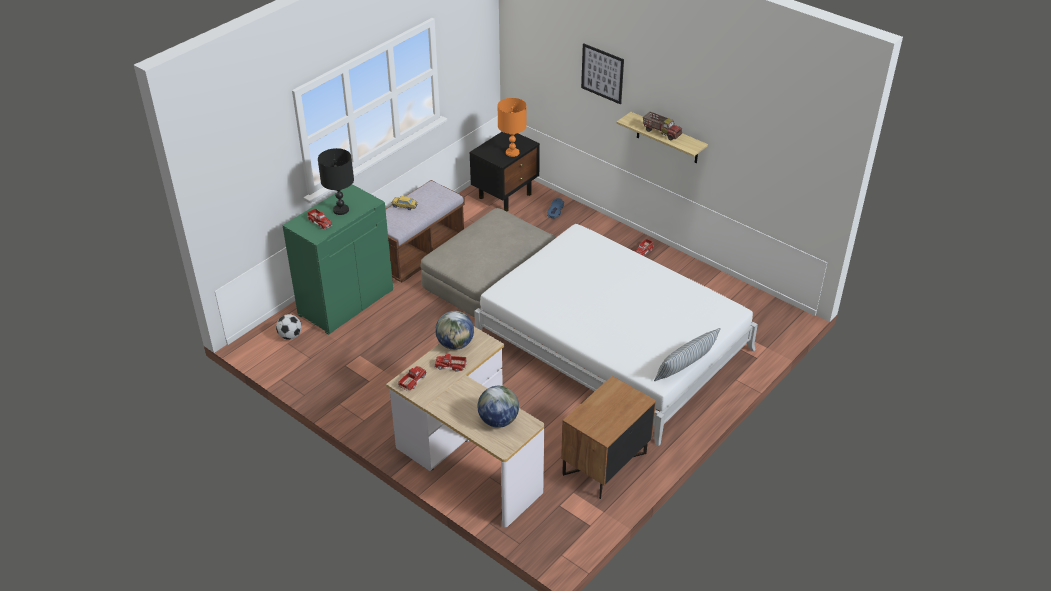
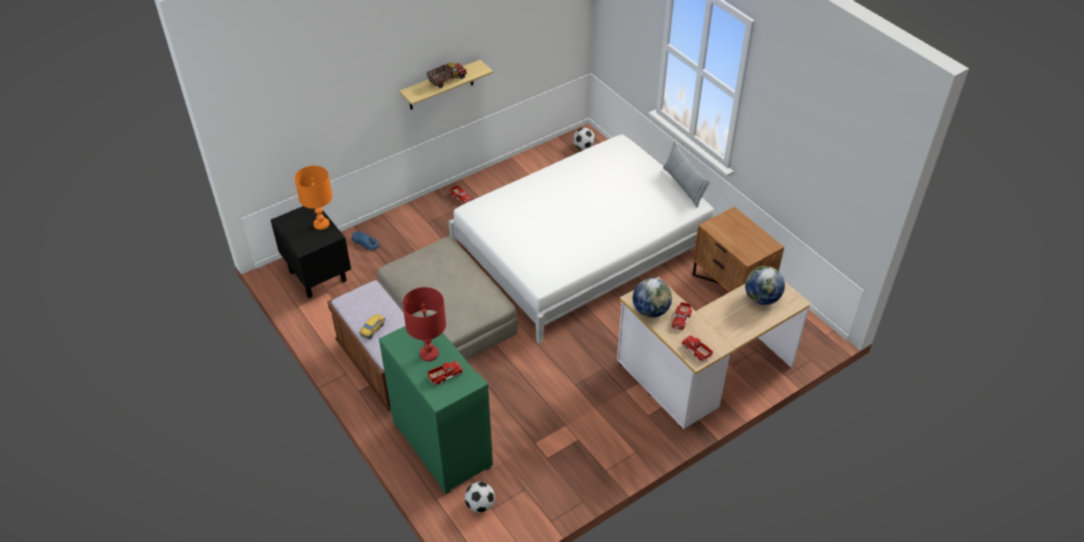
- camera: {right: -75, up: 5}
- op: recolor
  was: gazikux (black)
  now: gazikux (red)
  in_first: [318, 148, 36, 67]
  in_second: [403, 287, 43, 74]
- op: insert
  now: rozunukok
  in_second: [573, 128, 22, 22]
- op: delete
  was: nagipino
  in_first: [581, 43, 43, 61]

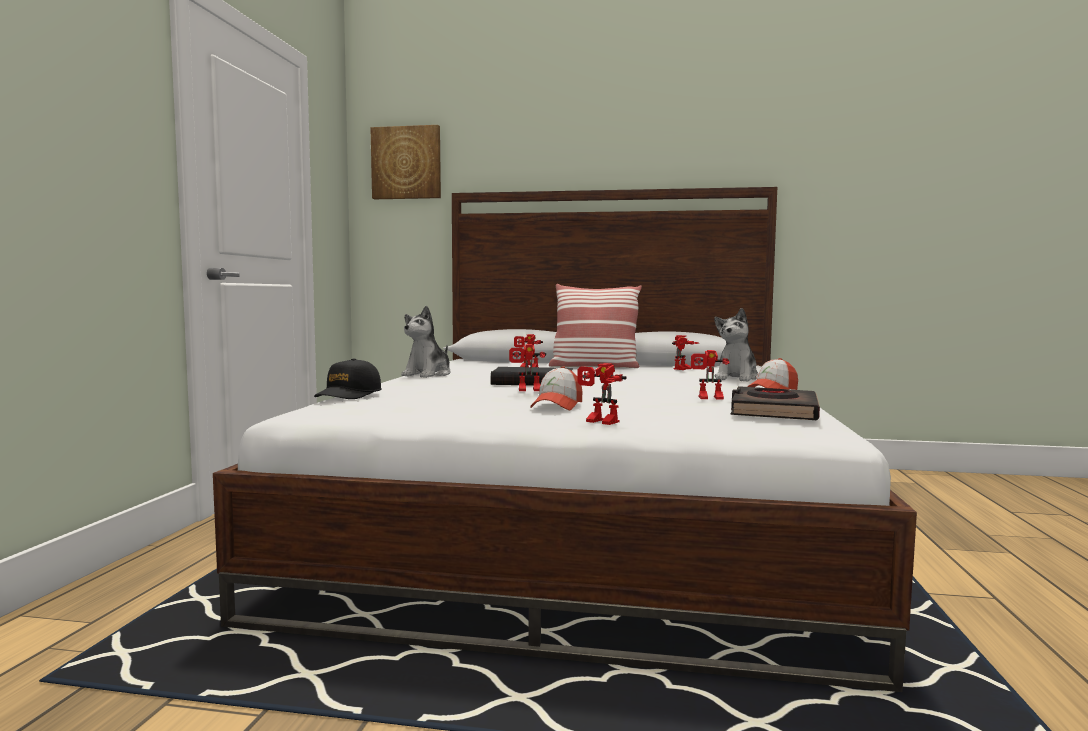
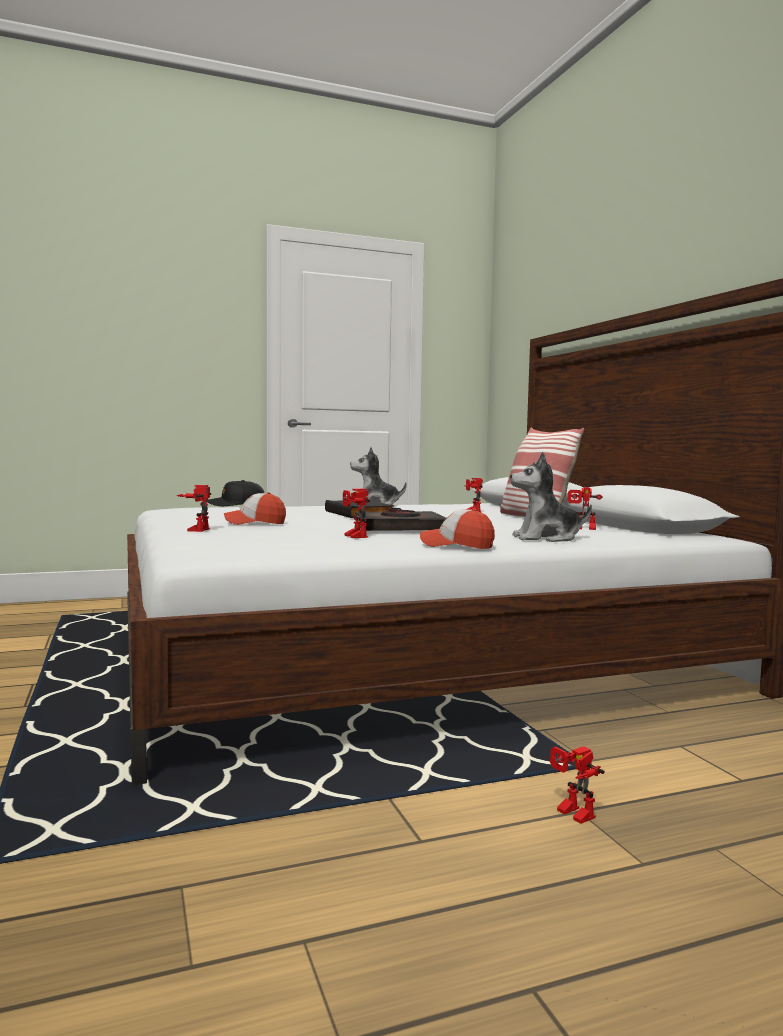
- camera: {right: 60, up: 0}
- op: move
  was: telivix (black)
  in_first: [731, 386, 89, 34]
  in_second: [355, 508, 91, 23]
- op: move
  was: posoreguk
  in_first: [509, 344, 37, 47]
  in_second: [550, 746, 55, 78]
- op: delete
  was: nagipino
  in_first: [370, 125, 71, 74]

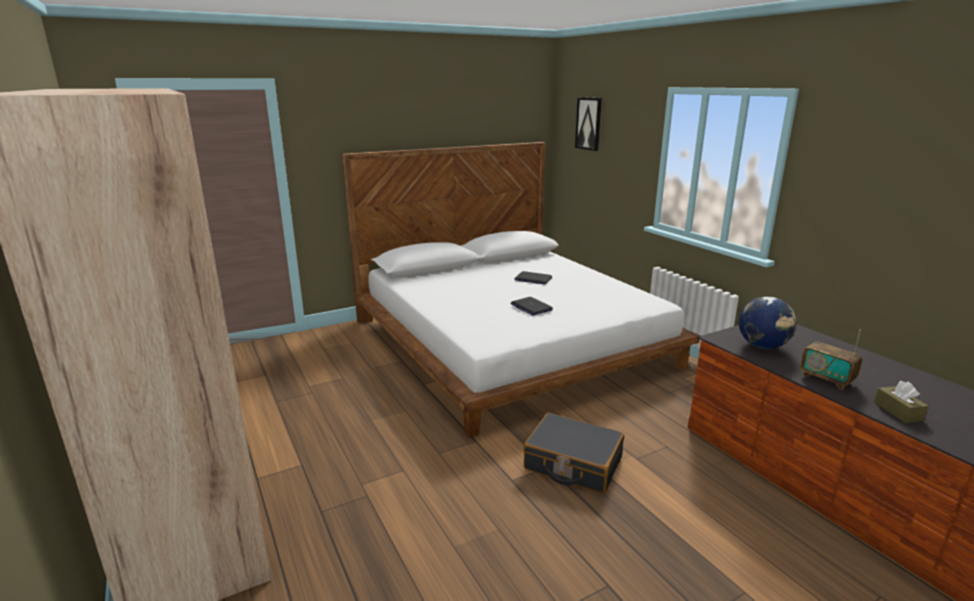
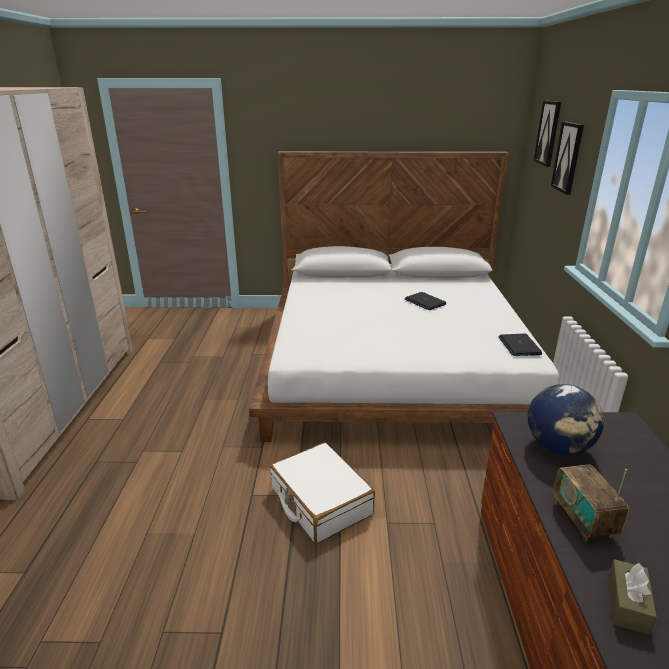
- camera: {right: 30, up: 5}
- op: recolor
  was: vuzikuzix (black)
  now: vuzikuzix (white)
  in_first: [523, 413, 101, 81]
  in_second: [270, 442, 105, 102]
- op: move
  was: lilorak
  in_first: [510, 297, 43, 19]
  in_second: [498, 334, 44, 22]
- op: insert
  now: nagipino
  in_second: [551, 121, 33, 74]

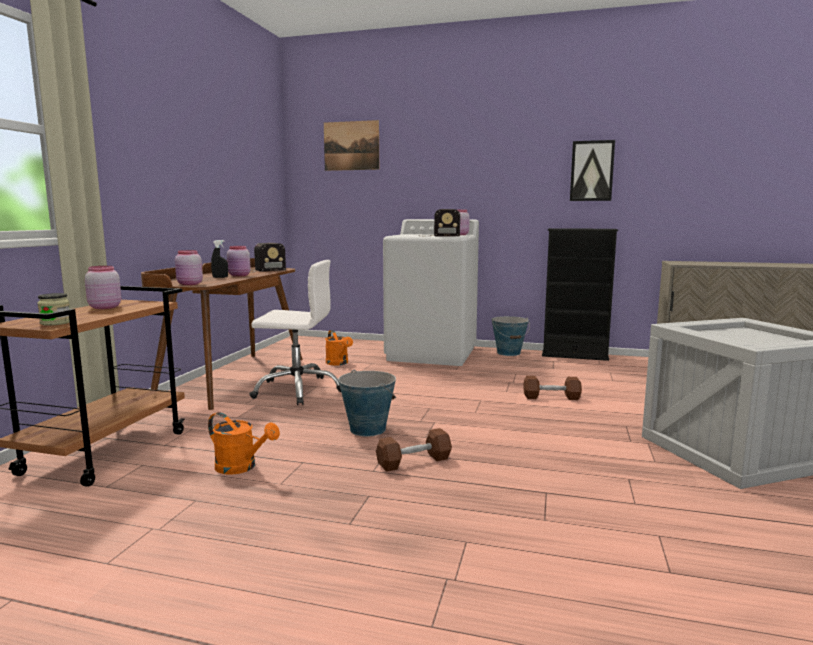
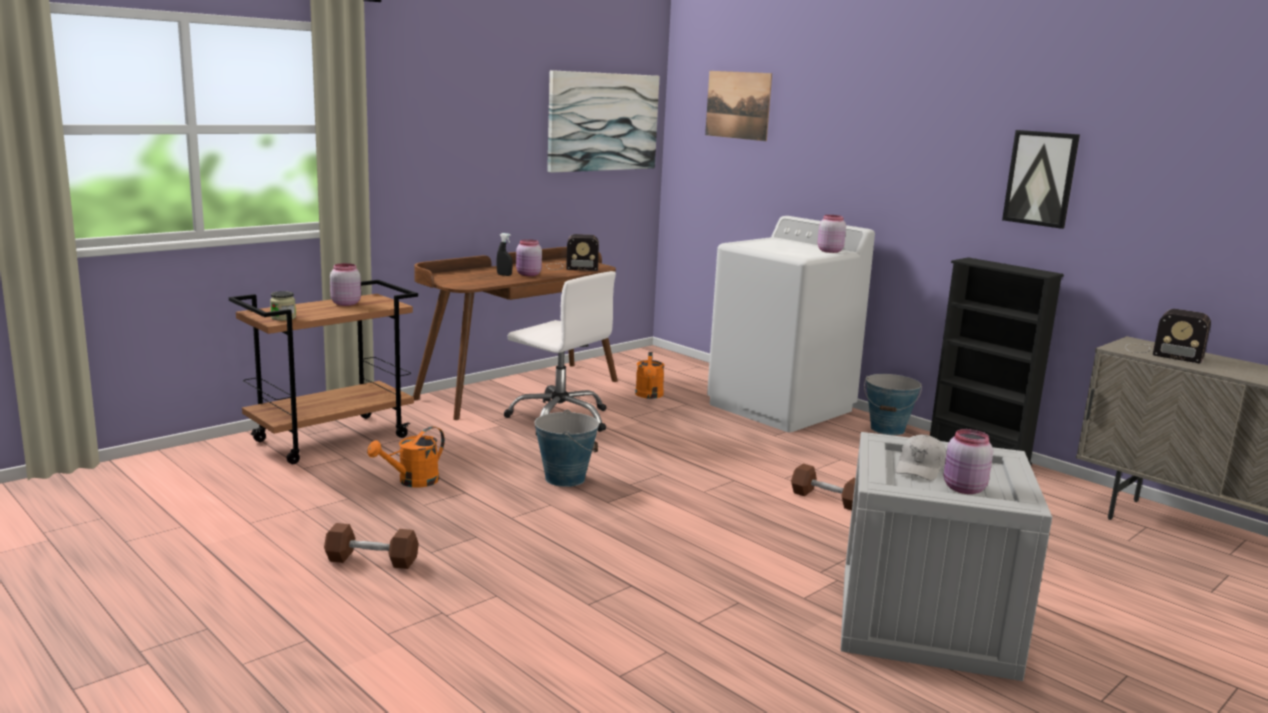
- camera: {right: 30, up: 5}
- op: move
  was: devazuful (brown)
  in_first: [376, 428, 76, 44]
  in_second: [324, 523, 95, 46]
- op: rotate
  was: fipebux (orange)
  in_first: [208, 412, 72, 63]
  in_second: [367, 426, 78, 62]
  clockwise: 75
- op: insert
  now: nagipino
  in_second: [547, 70, 113, 103]
- op: insert
  now: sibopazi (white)
  in_second: [895, 435, 51, 46]
- op: move
  was: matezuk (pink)
  in_first: [175, 250, 28, 35]
  in_second: [944, 429, 49, 65]
- op: move
  was: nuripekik
  in_first: [418, 209, 42, 27]
  in_second: [1125, 309, 86, 55]

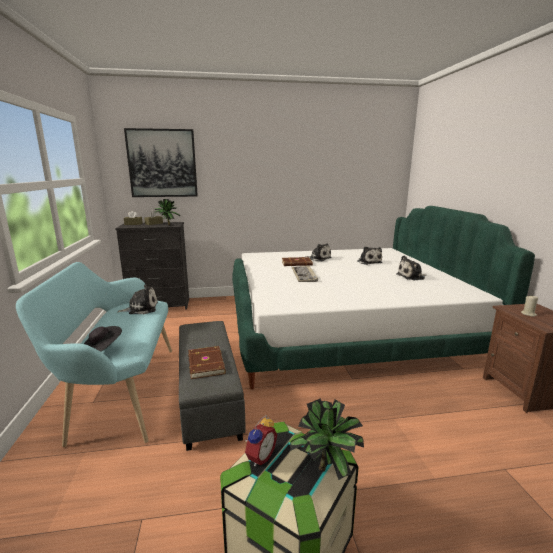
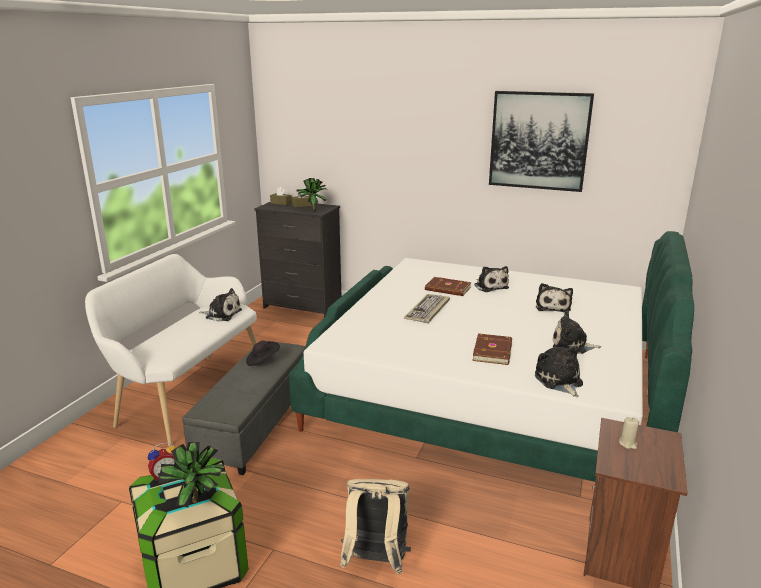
- camera: {right: 30, up: 5}
- op: recolor
  was: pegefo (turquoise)
  now: pegefo (white)
  in_first: [16, 262, 156, 185]
  in_second: [85, 254, 172, 192]
- op: move
  was: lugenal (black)
  in_first: [84, 326, 38, 26]
  in_second: [246, 341, 34, 25]
- op: insert
  now: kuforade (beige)
  in_second: [340, 479, 71, 96]
- op: move
  was: telivix (brown)
  in_first: [188, 346, 38, 33]
  in_second: [472, 333, 40, 32]
- op: move
  was: nagipino
  in_first: [124, 128, 74, 69]
  in_second: [489, 91, 105, 101]
- op: insert
  now: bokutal
  in_second: [535, 346, 48, 51]

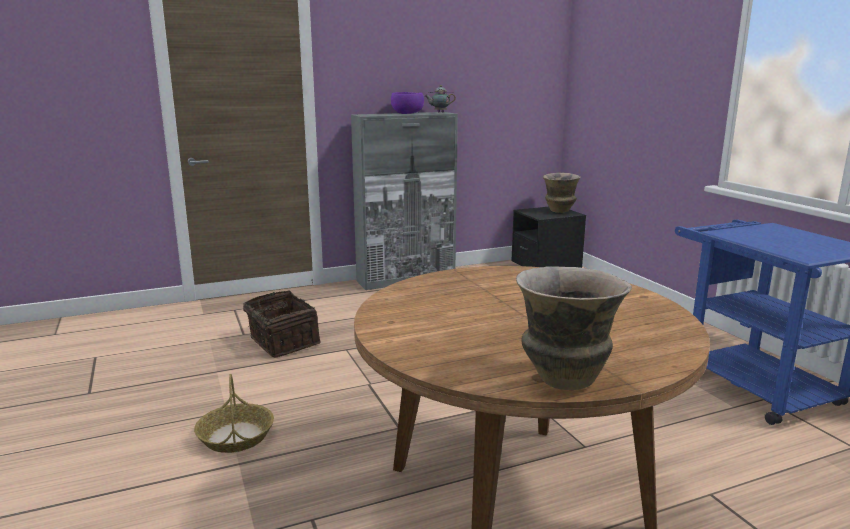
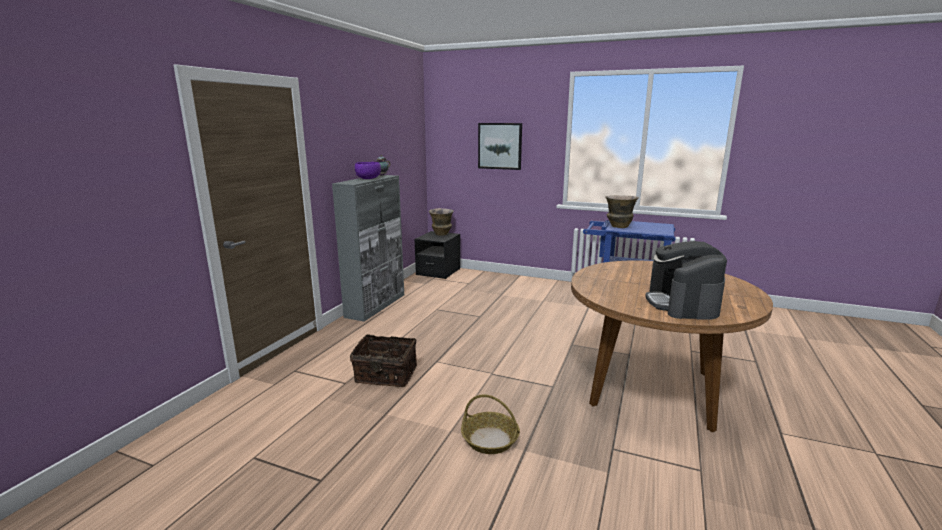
- camera: {right: -45, up: 0}
- op: insert
  now: nagipino
  in_second: [478, 123, 44, 47]
- op: move
  was: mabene
  in_first: [516, 266, 116, 124]
  in_second: [605, 195, 34, 33]
- op: insert
  now: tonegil
  in_second: [646, 241, 81, 79]

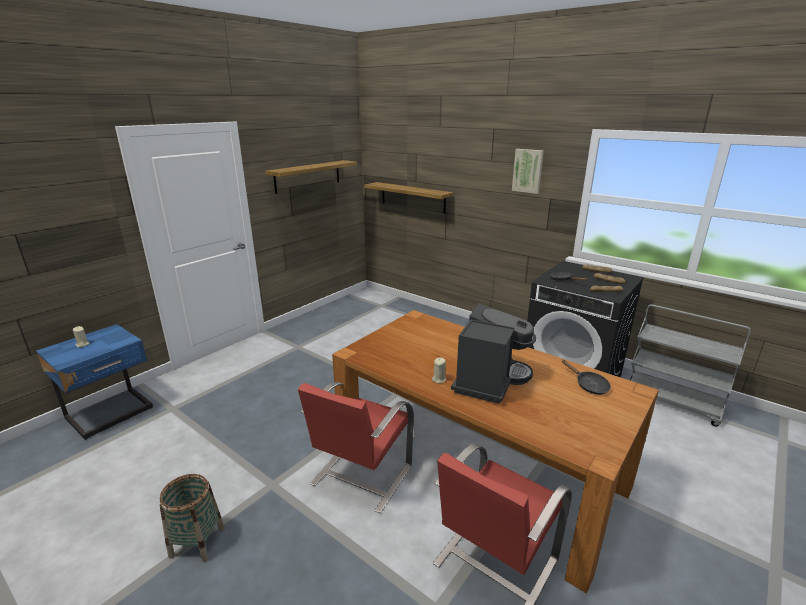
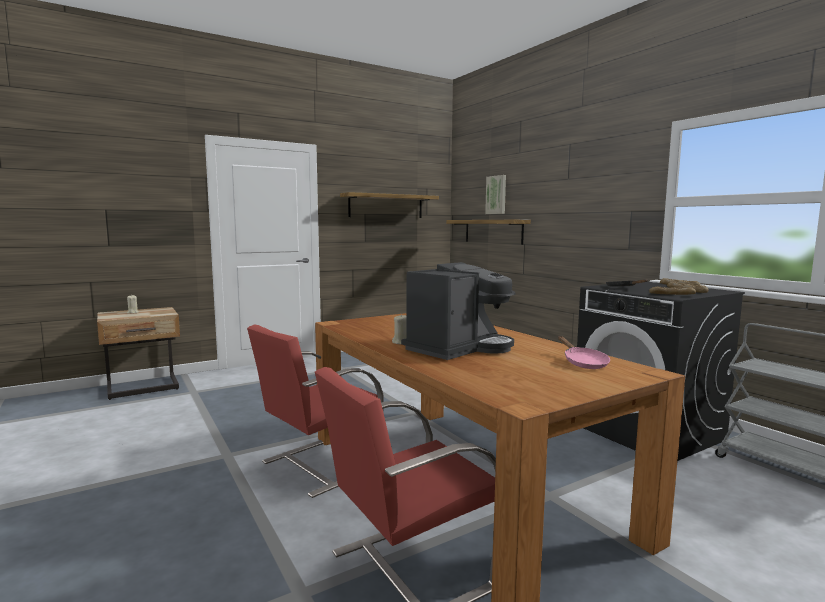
- camera: {right: 20, up: -15}
- op: recolor
  was: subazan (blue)
  now: subazan (beige)
  in_first: [36, 324, 117, 116]
  in_second: [97, 307, 83, 93]
- op: move
  was: nagipino
  in_first: [512, 149, 32, 45]
  in_second: [485, 175, 21, 39]
- op: recolor
  was: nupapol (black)
  now: nupapol (pink)
  in_first: [562, 360, 49, 35]
  in_second: [558, 336, 52, 33]
- op: delete
  was: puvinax
  in_first: [159, 474, 66, 88]

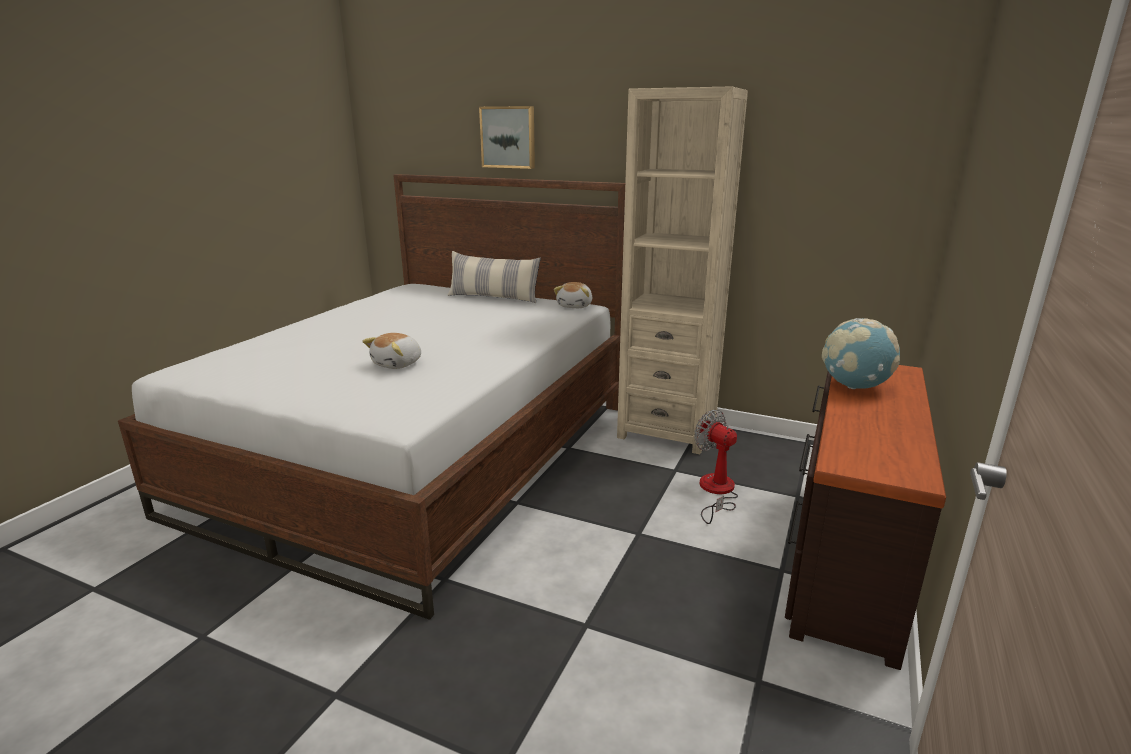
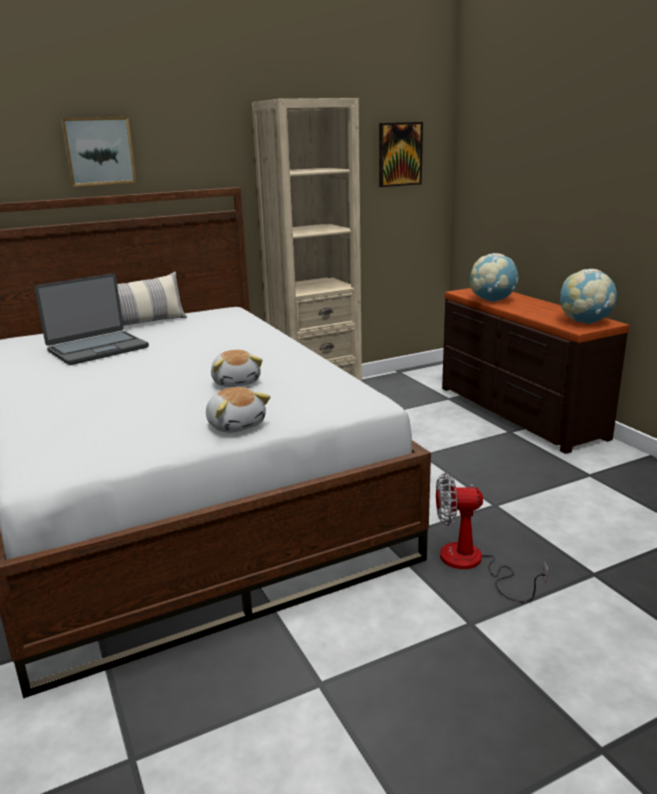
- camera: {right: -50, up: 0}
- op: insert
  now: lilorak
  in_second: [35, 273, 114, 92]
- op: move
  was: bokutal
  in_first: [554, 282, 38, 26]
  in_second: [206, 387, 64, 46]
- op: insert
  now: nagipino
  in_second: [379, 122, 44, 65]
- op: move
  was: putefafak
  in_first: [694, 410, 44, 114]
  in_second: [436, 473, 112, 129]
- op: insert
  now: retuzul
  in_second: [560, 269, 57, 55]

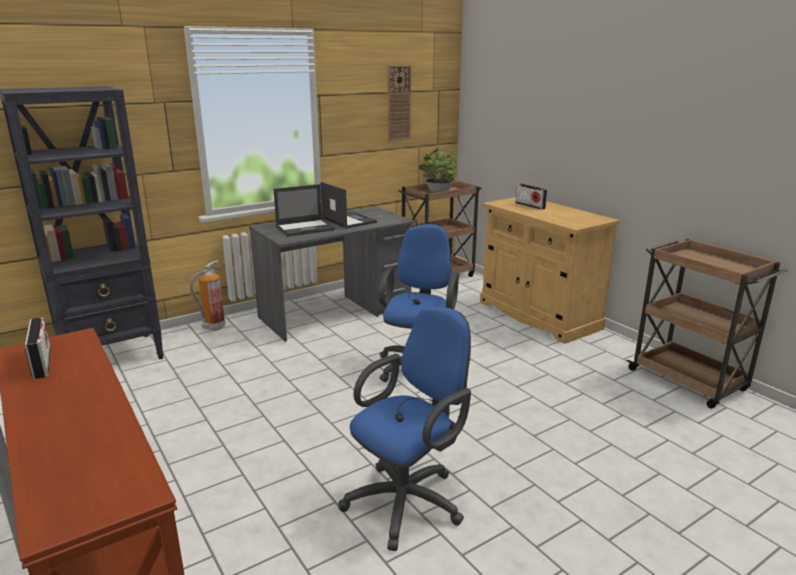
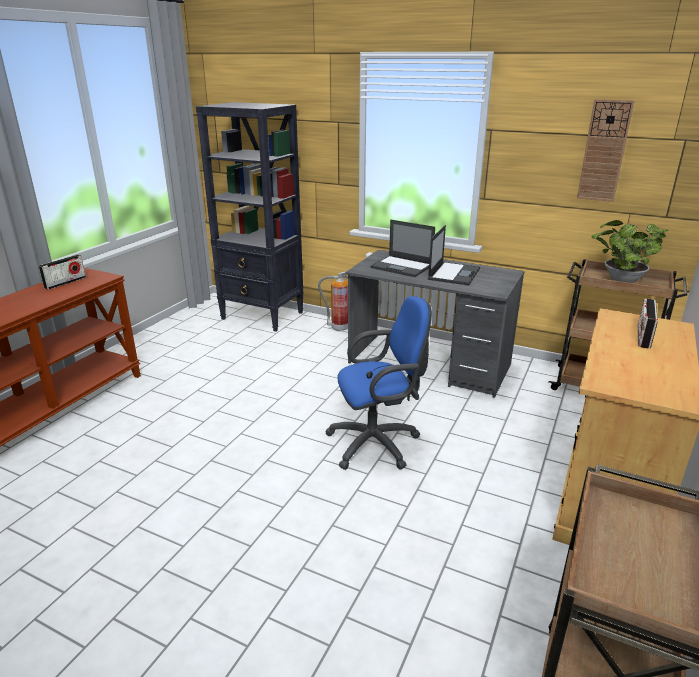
- camera: {right: 60, up: 5}
- op: delete
  was: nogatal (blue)
  in_first: [338, 307, 133, 244]

